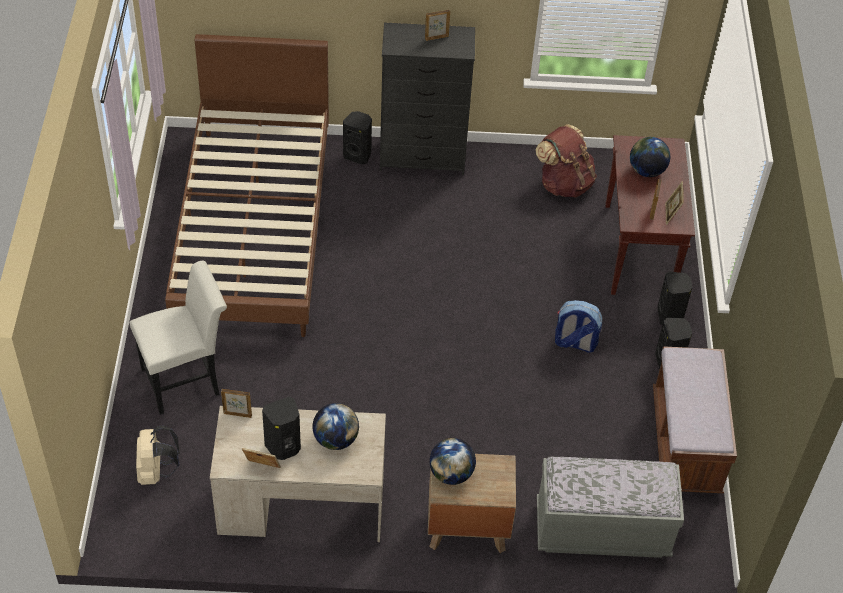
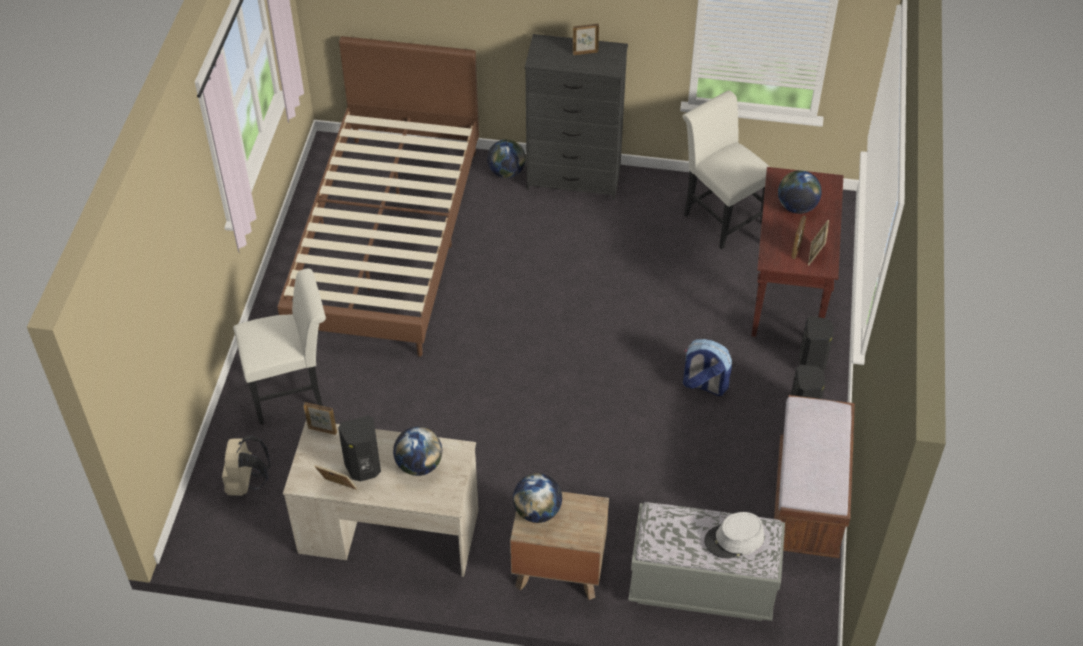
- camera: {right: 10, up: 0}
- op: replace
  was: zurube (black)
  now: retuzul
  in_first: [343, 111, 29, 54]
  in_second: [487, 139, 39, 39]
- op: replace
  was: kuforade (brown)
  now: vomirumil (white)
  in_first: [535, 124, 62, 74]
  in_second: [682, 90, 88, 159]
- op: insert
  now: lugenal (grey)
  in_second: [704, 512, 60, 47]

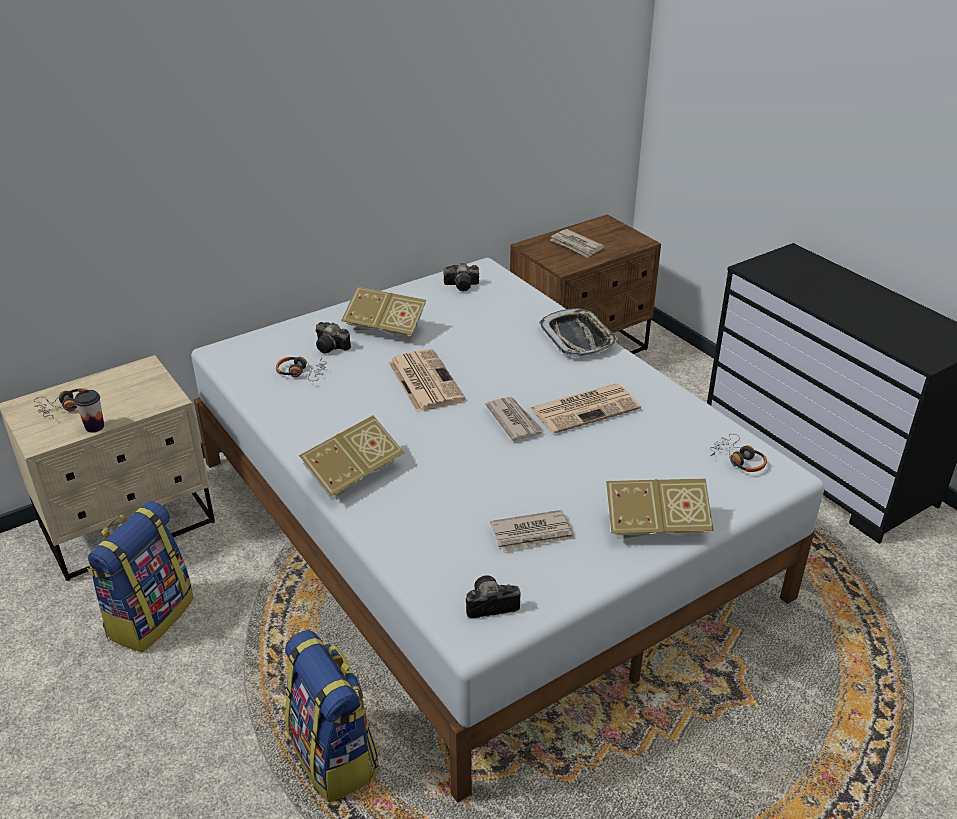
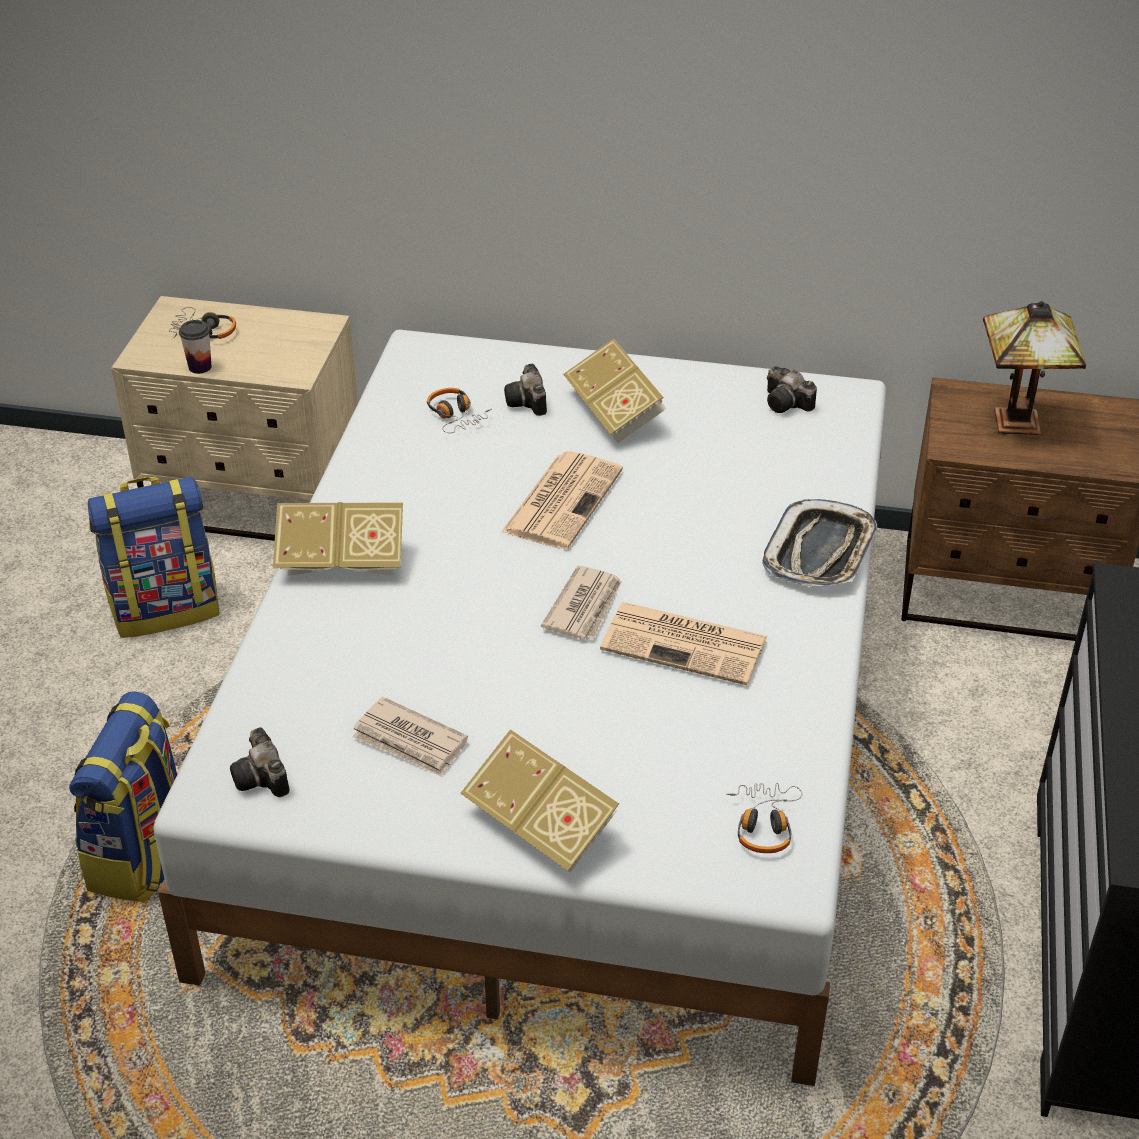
- camera: {right: 45, up: 5}
- op: rotate
  was: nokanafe
  in_first: [466, 575, 54, 43]
  in_second: [230, 727, 59, 70]
  clockwise: -150
- op: replace
  was: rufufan
  now: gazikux
  in_first: [550, 229, 54, 29]
  in_second: [983, 301, 103, 134]

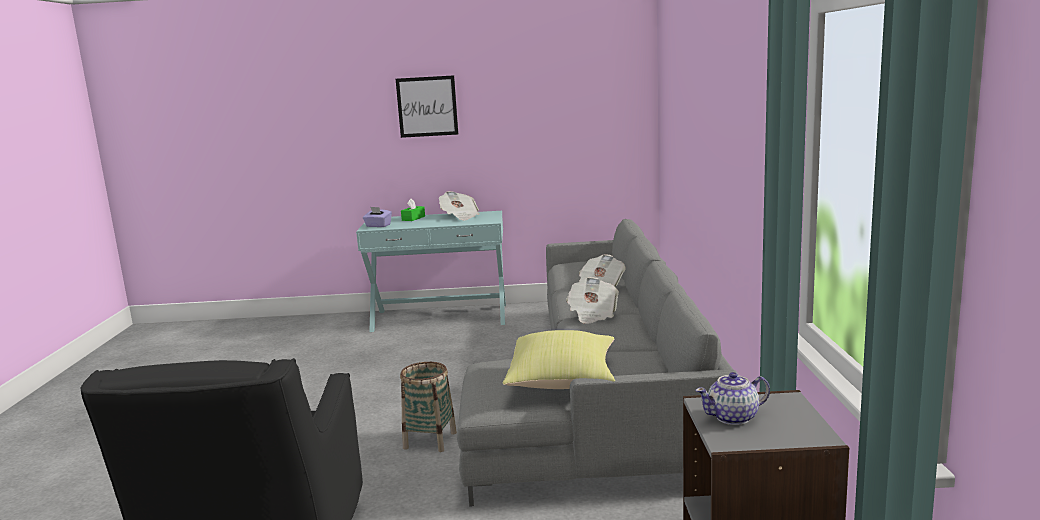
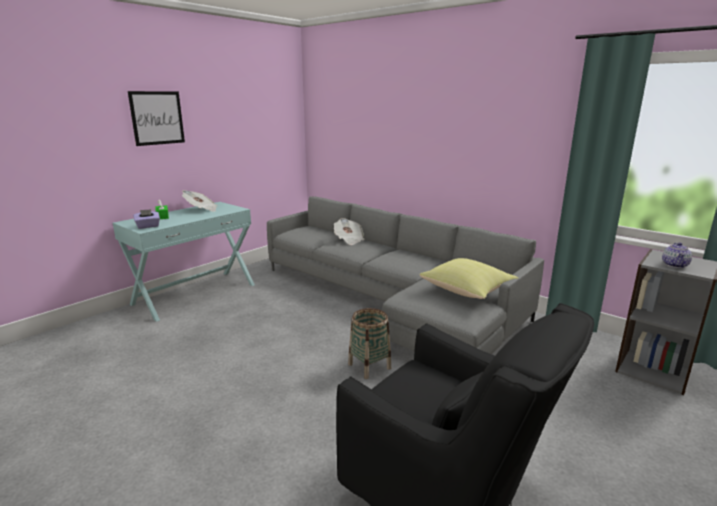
- camera: {right: -50, up: 5}
- op: delete
  was: rufufan
  in_first: [566, 277, 53, 47]

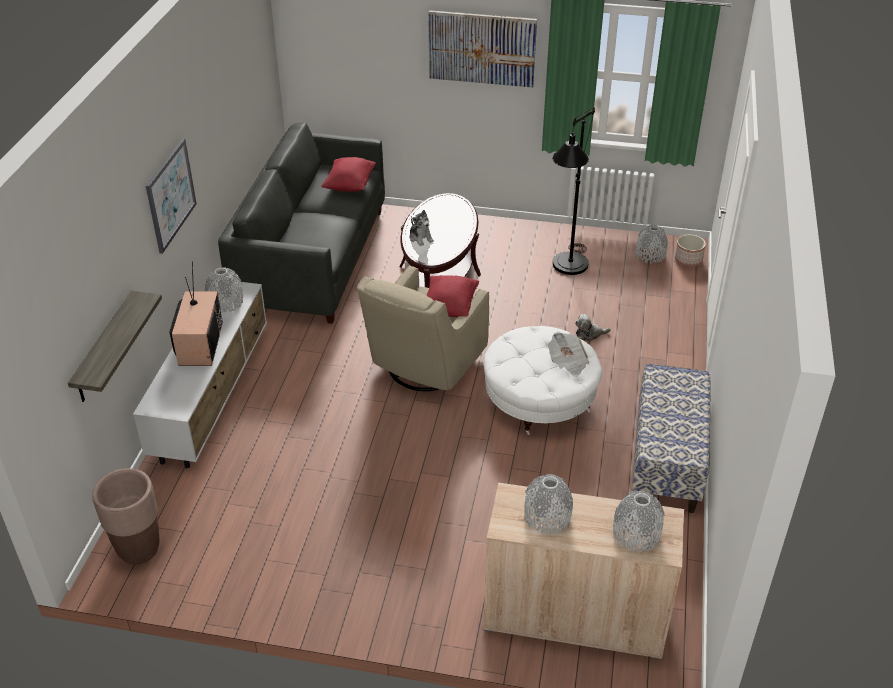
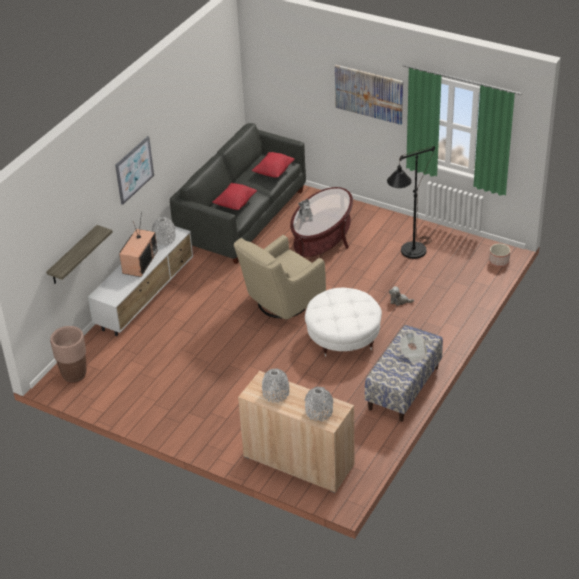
- camera: {right: 20, up: 0}
- op: move
  was: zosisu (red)
  in_first: [426, 275, 53, 42]
  in_second: [212, 183, 45, 27]
- op: move
  was: rufufan
  in_first: [548, 332, 42, 45]
  in_second: [400, 332, 27, 32]
- op: delete
  was: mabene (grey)
  in_first: [636, 225, 32, 38]

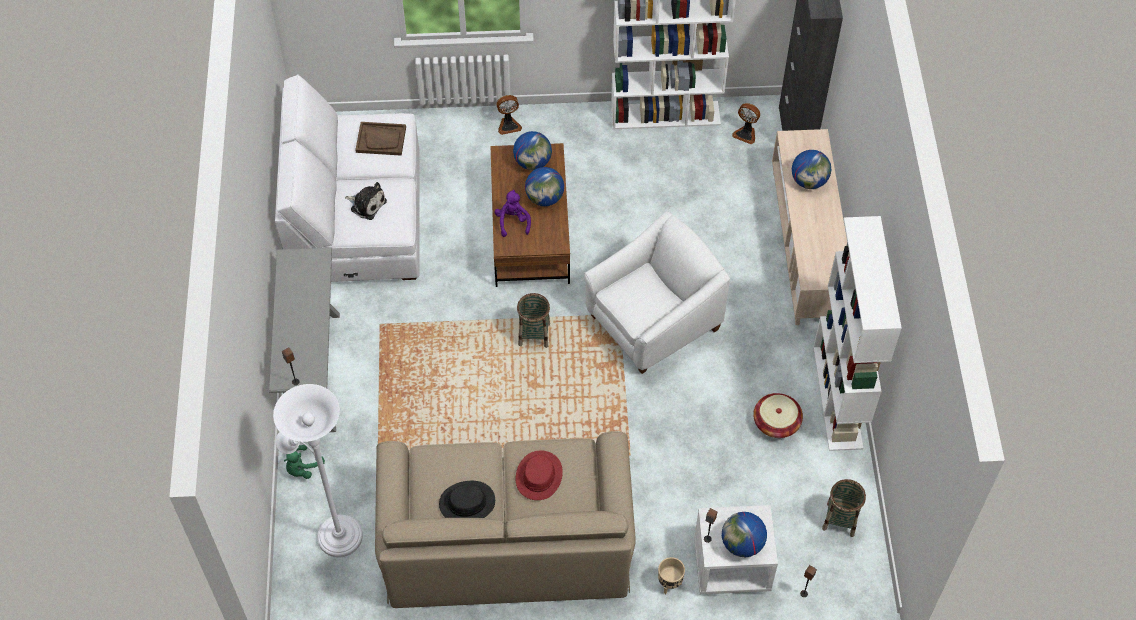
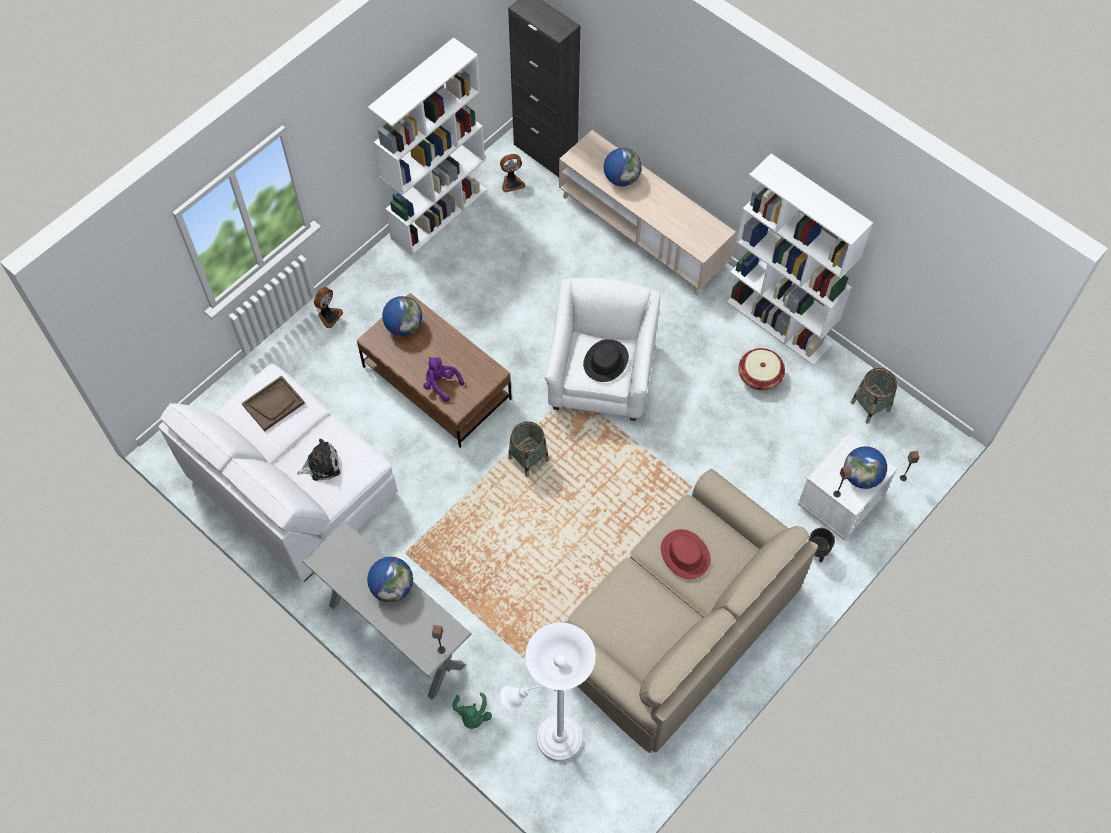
- camera: {right: -45, up: 5}
- op: move
  was: retuzul
  in_first: [525, 167, 39, 39]
  in_second: [367, 557, 46, 45]
- op: move
  was: lugenal (black)
  in_first: [439, 481, 56, 37]
  in_second: [583, 339, 46, 43]
- op: recolor
  was: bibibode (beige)
  now: bibibode (black)
  in_first: [658, 557, 27, 37]
  in_second: [808, 528, 27, 34]

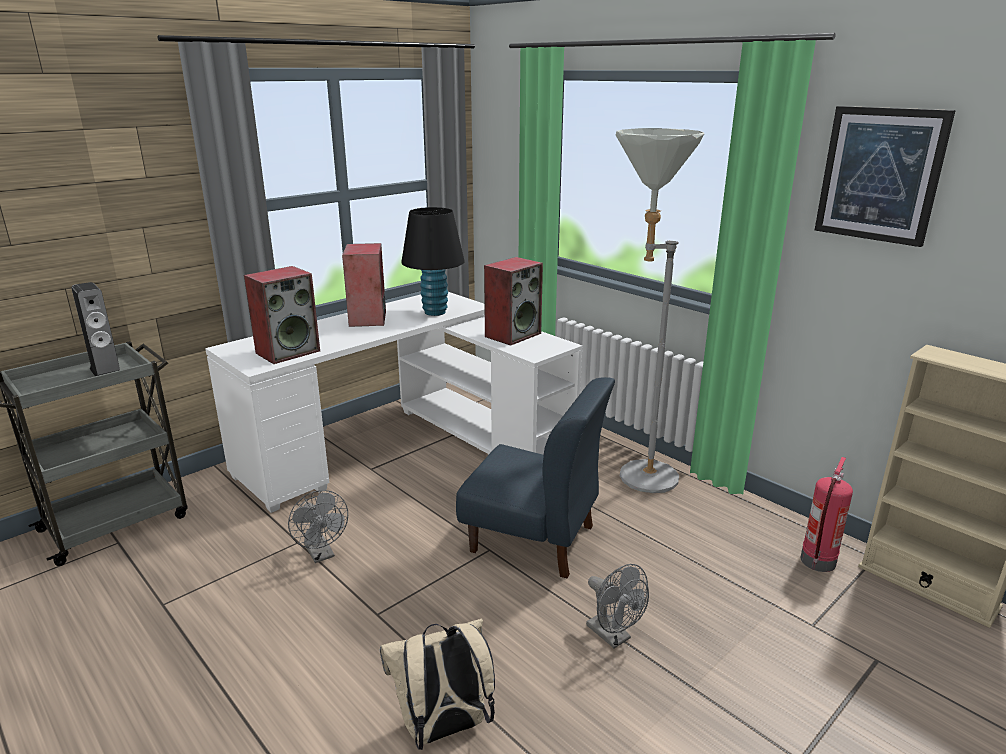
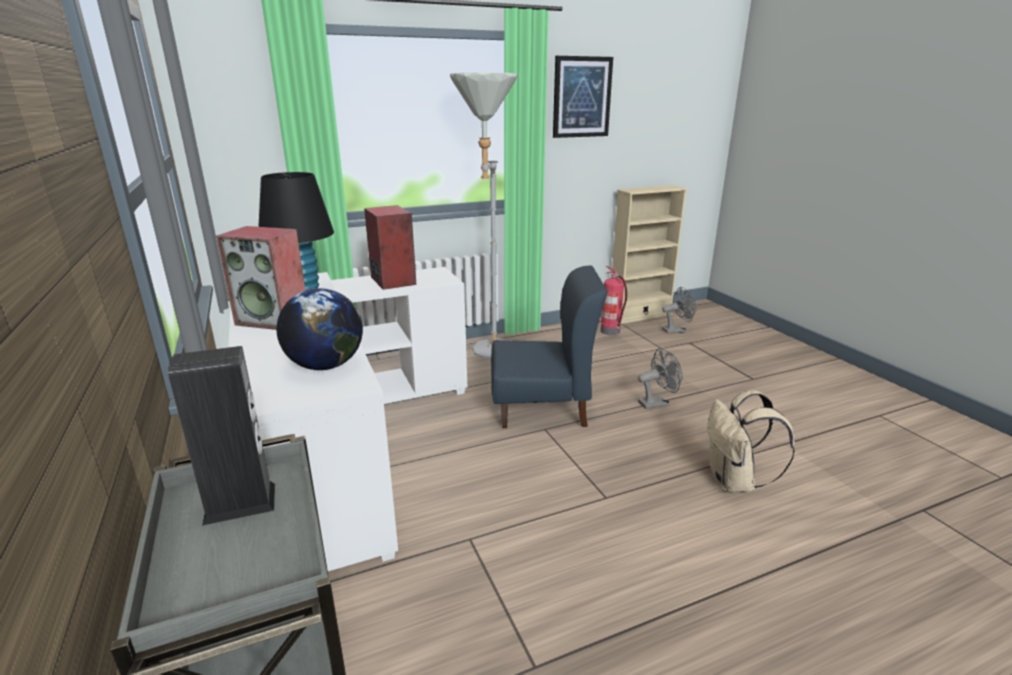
- camera: {right: -70, up: 0}
- op: replace
  was: zurube
  now: retuzul
  in_first: [244, 266, 76, 98]
  in_second: [277, 288, 86, 82]
- op: rotate
  was: vomirumil (blue)
  in_first: [456, 377, 159, 201]
  in_second: [491, 265, 116, 163]
  clockwise: 45
- op: move
  was: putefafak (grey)
  in_first: [288, 490, 60, 73]
  in_second: [662, 287, 34, 47]

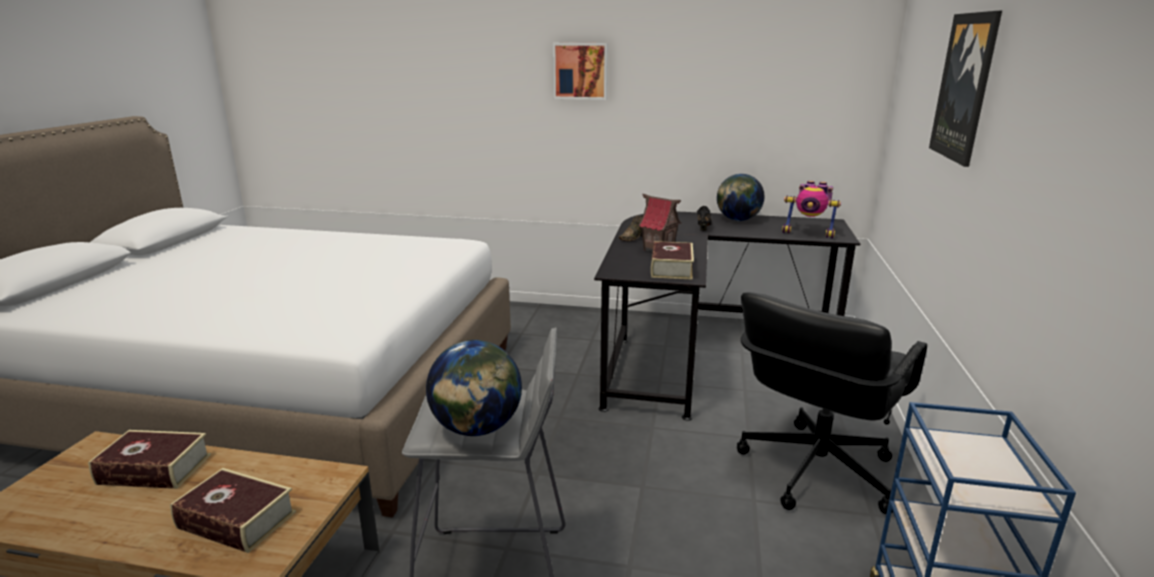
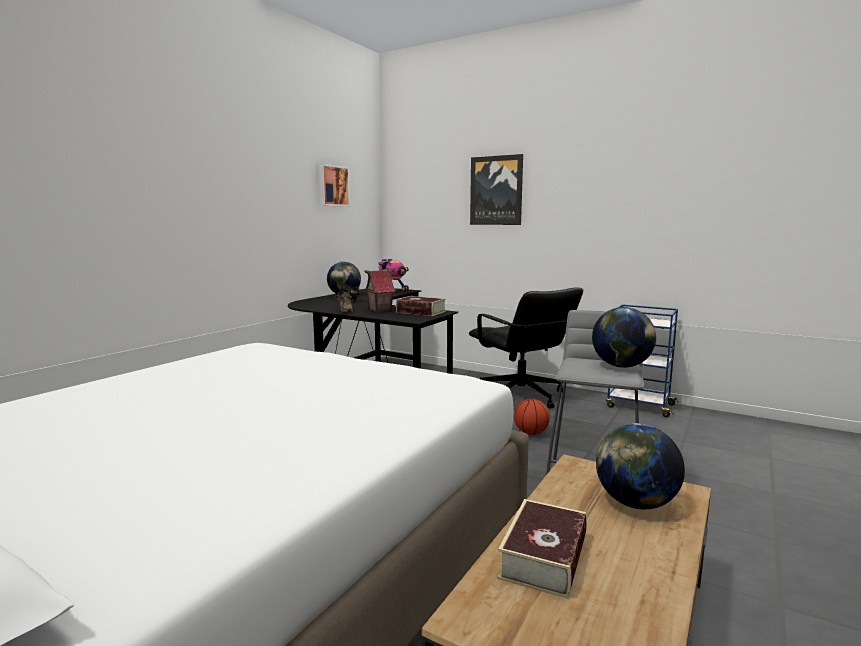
- camera: {right: -70, up: -10}
- op: move
  was: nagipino
  in_first: [553, 43, 55, 57]
  in_second: [319, 164, 31, 43]
- op: insert
  now: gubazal
  in_second: [514, 399, 36, 36]
- op: replace
  was: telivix
  now: retuzul
  in_first: [170, 468, 126, 85]
  in_second: [596, 423, 89, 87]

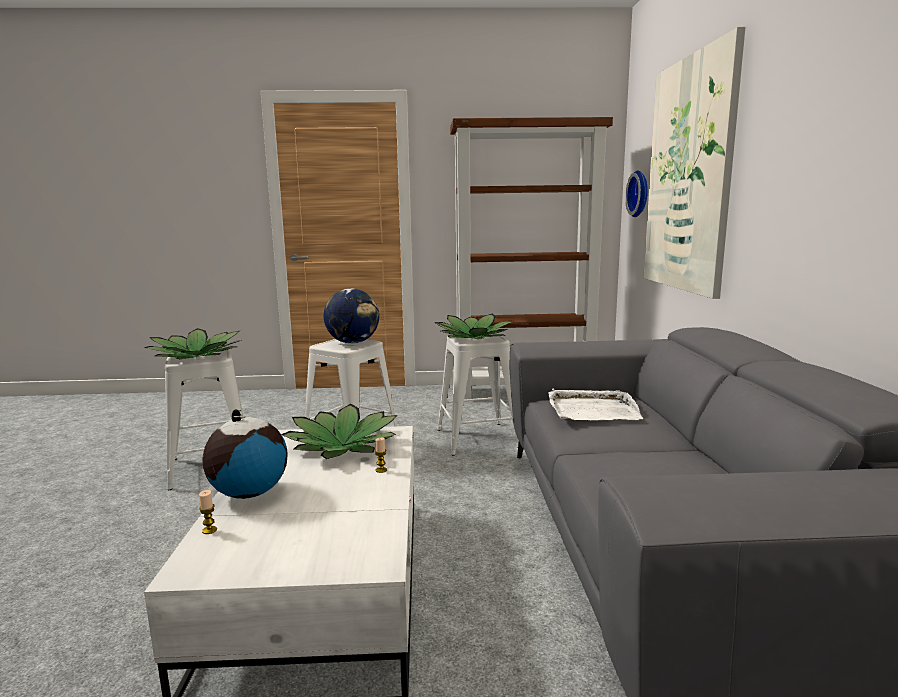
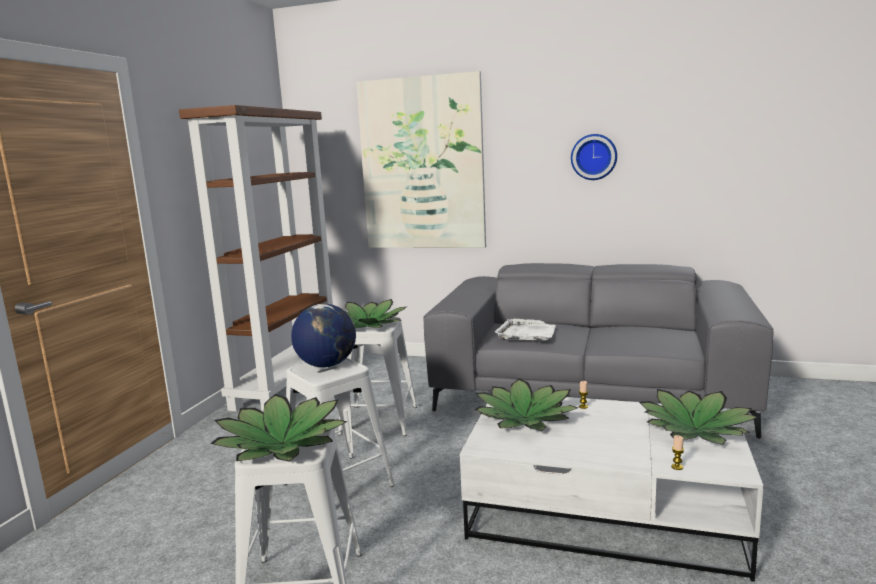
- camera: {right: -70, up: 0}
- op: move
  was: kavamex
  in_first: [625, 171, 23, 46]
  in_second: [571, 134, 46, 46]
- op: insert
  now: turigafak
  in_second: [639, 389, 119, 56]
- op: delete
  was: retuzul
  in_first: [202, 409, 86, 90]

